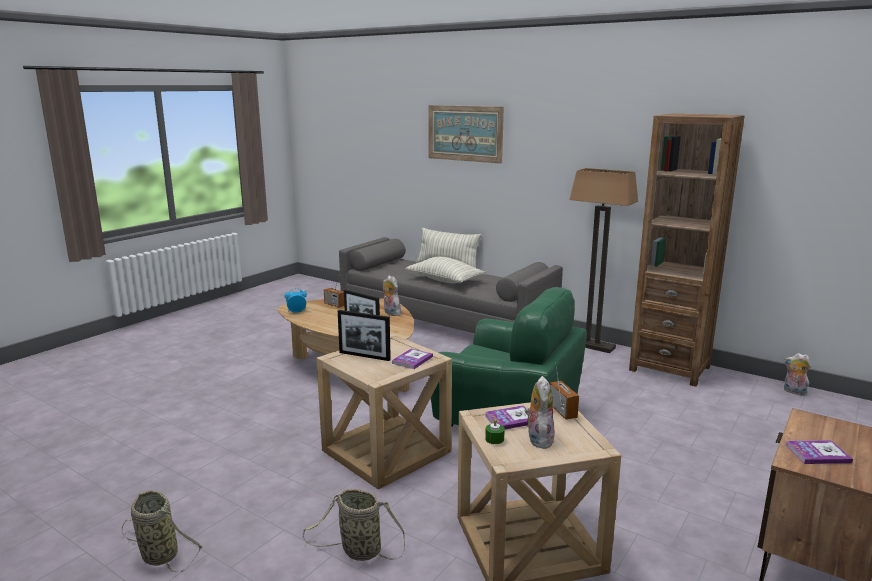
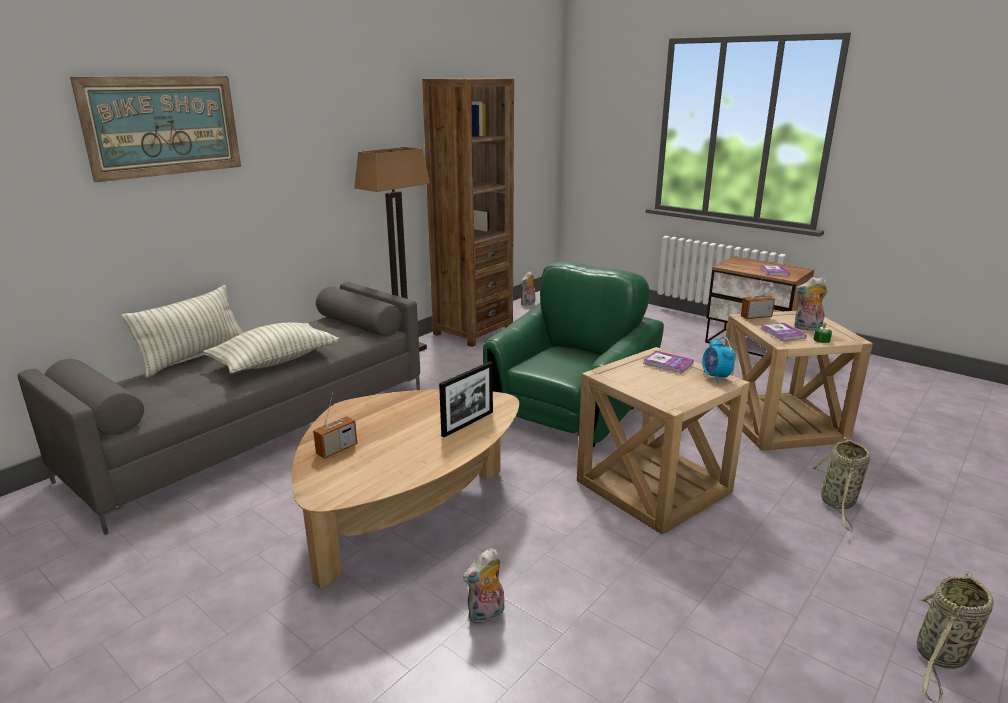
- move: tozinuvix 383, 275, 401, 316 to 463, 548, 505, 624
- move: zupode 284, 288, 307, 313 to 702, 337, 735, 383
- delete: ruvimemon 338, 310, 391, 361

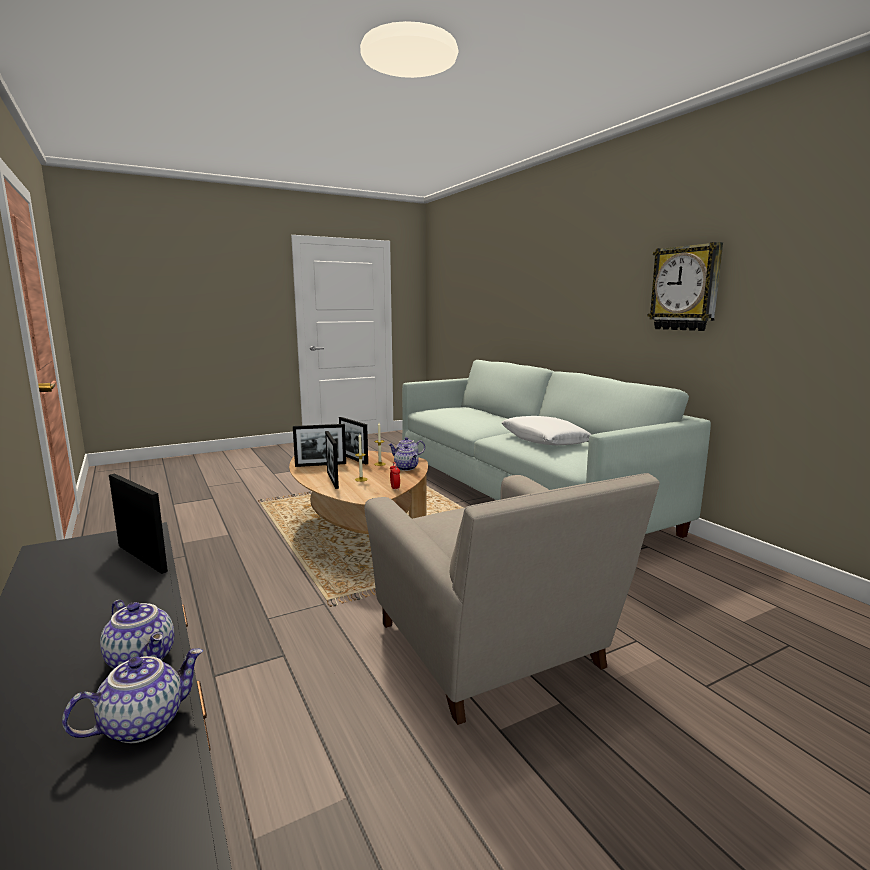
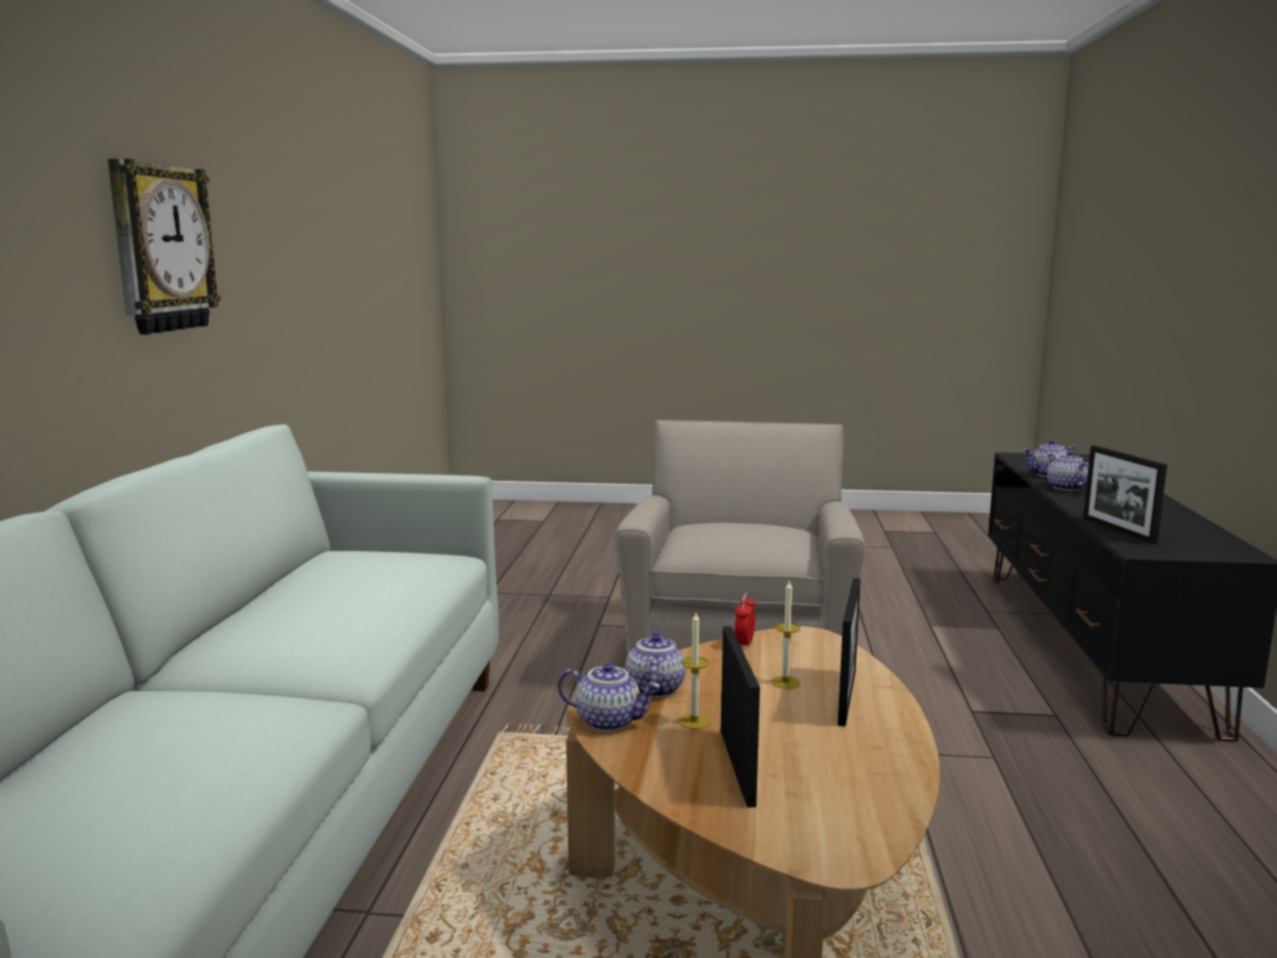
- delete: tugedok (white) 501, 416, 591, 445
- delete: ruvimemon 293, 424, 346, 467

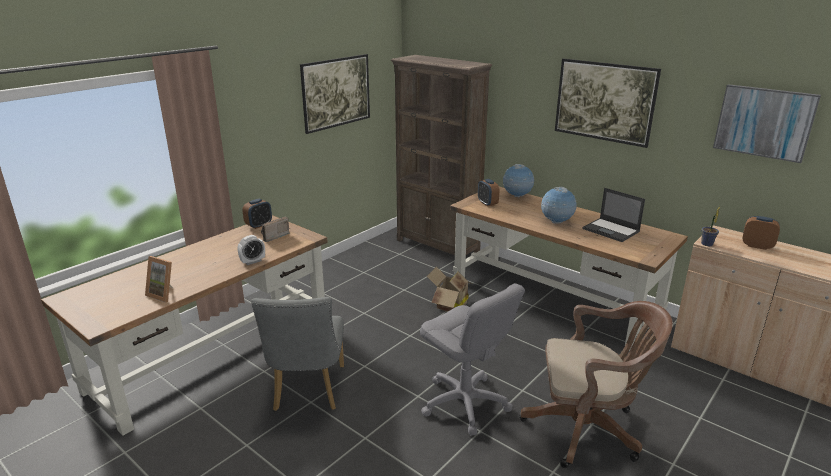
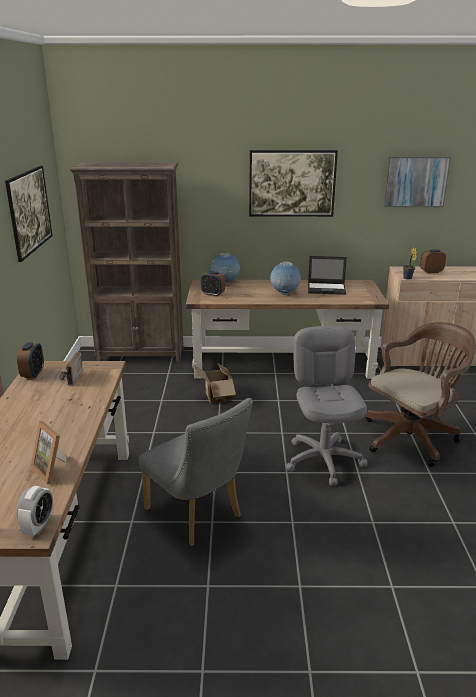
- move: zupode 237, 235, 265, 265 to 17, 486, 53, 536
- rotate: ruvimemon 145, 256, 173, 302 = 30, 421, 66, 484 60 degrees clockwise
- rotate: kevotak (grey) 420, 283, 525, 436 = 285, 326, 367, 486 105 degrees counterclockwise

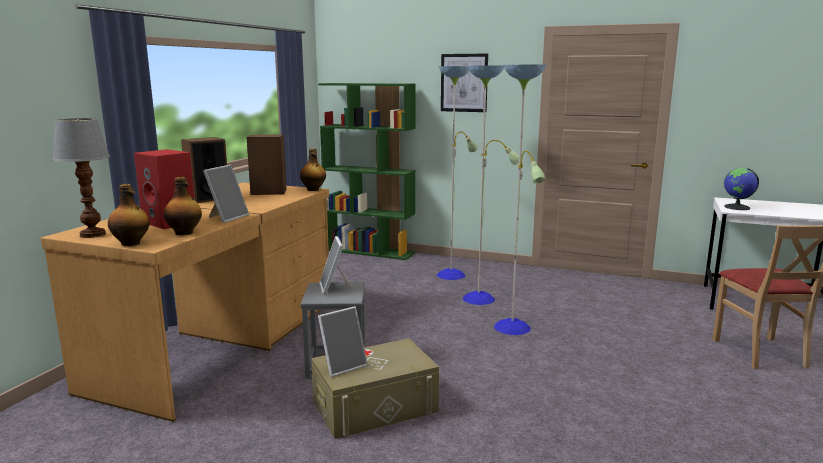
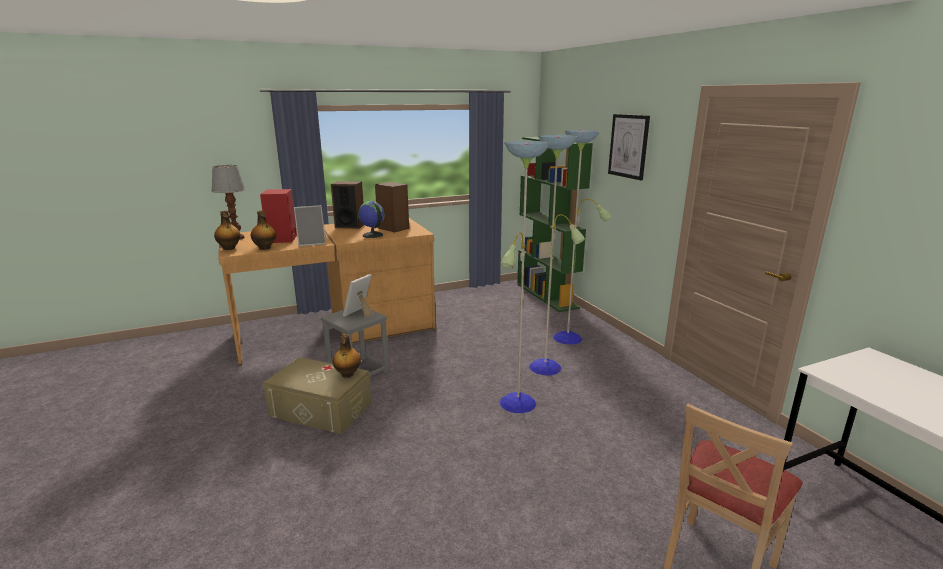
- move: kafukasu 300, 148, 326, 191 to 333, 334, 361, 378
- move: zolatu 724, 168, 759, 210 to 358, 201, 385, 238
- delete: ruvimemon 318, 306, 368, 377

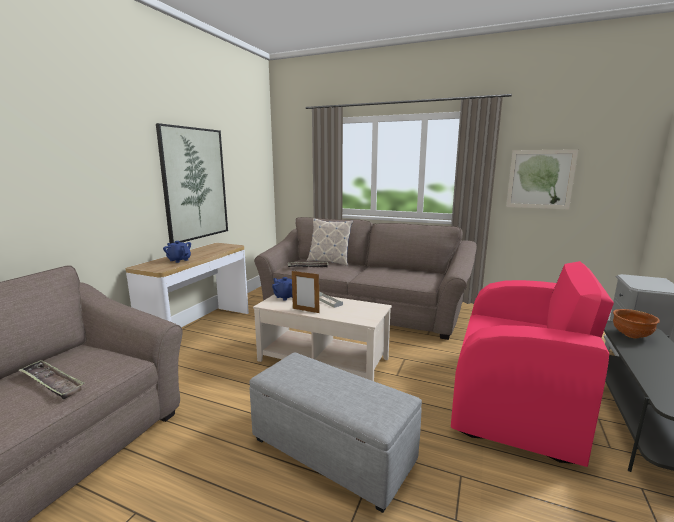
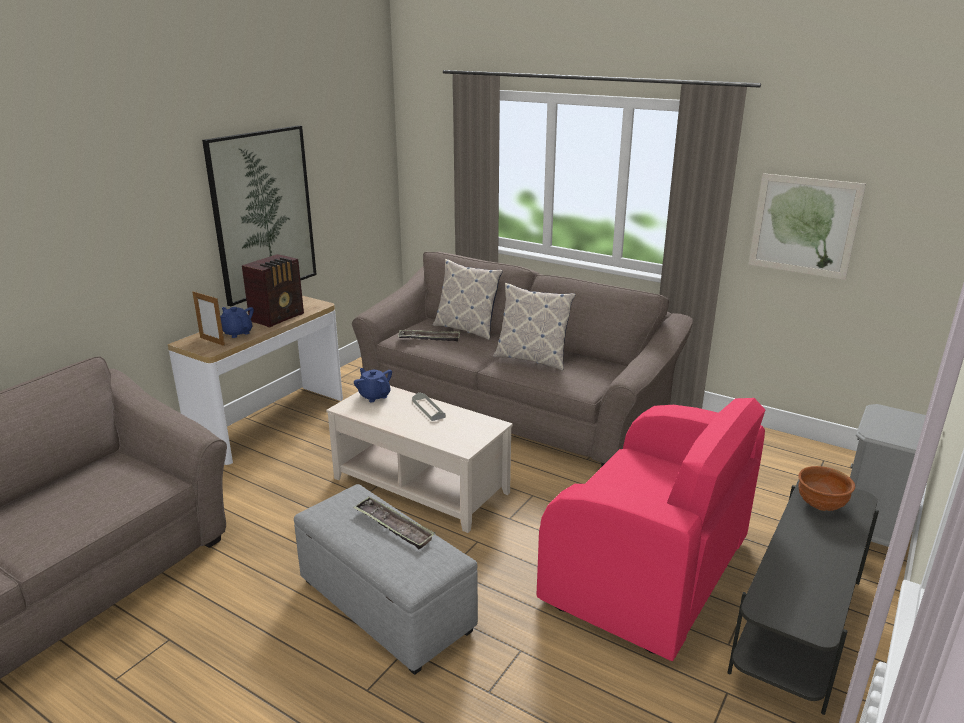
- move: ruvimemon 292, 271, 319, 313 to 192, 291, 225, 346
- move: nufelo 18, 360, 85, 400 to 353, 497, 436, 549
- insert: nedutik 242, 254, 304, 328
- insert: tugedok 493, 283, 576, 371

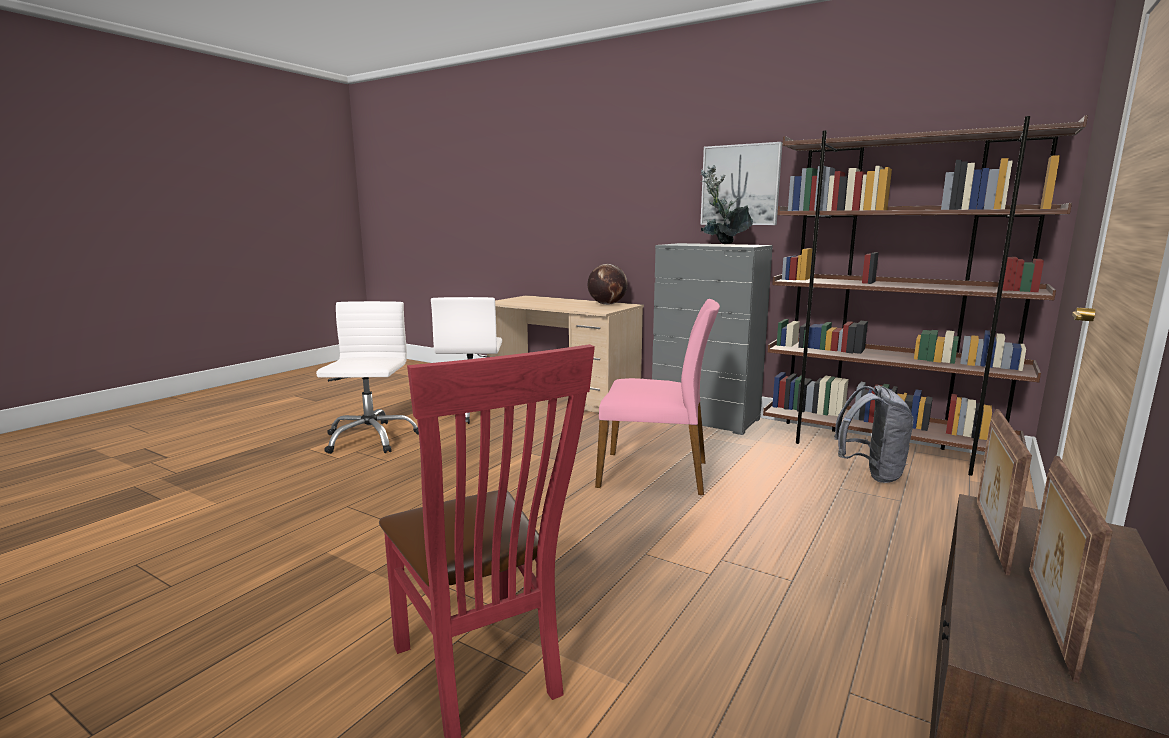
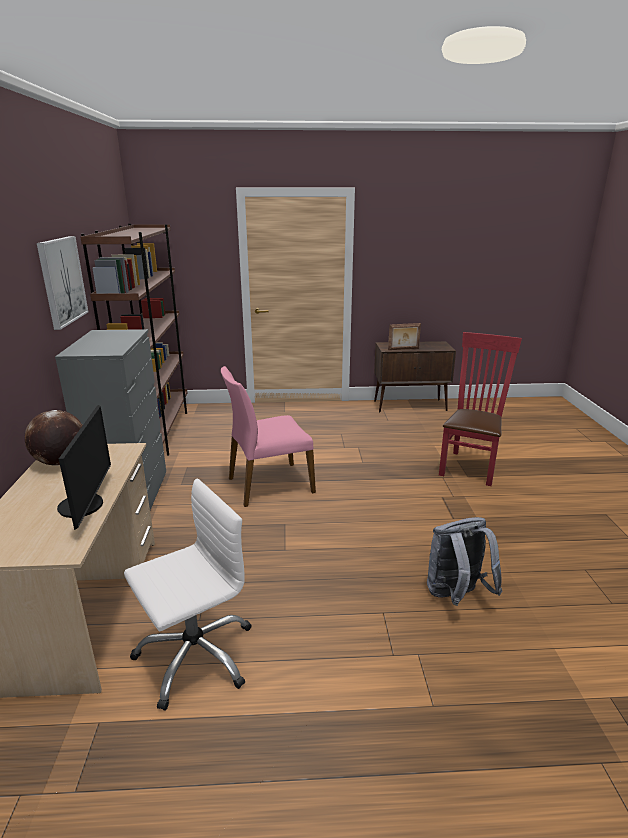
- delete: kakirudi 700, 165, 753, 244
- rotate: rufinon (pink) 595, 299, 720, 495 = 221, 366, 316, 507 90 degrees counterclockwise
- delete: kevotak (white) 316, 301, 419, 454
- move: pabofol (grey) 834, 385, 914, 483 to 427, 517, 502, 606
- delete: ruvimemon 1029, 456, 1113, 683
- insert: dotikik 57, 405, 111, 530

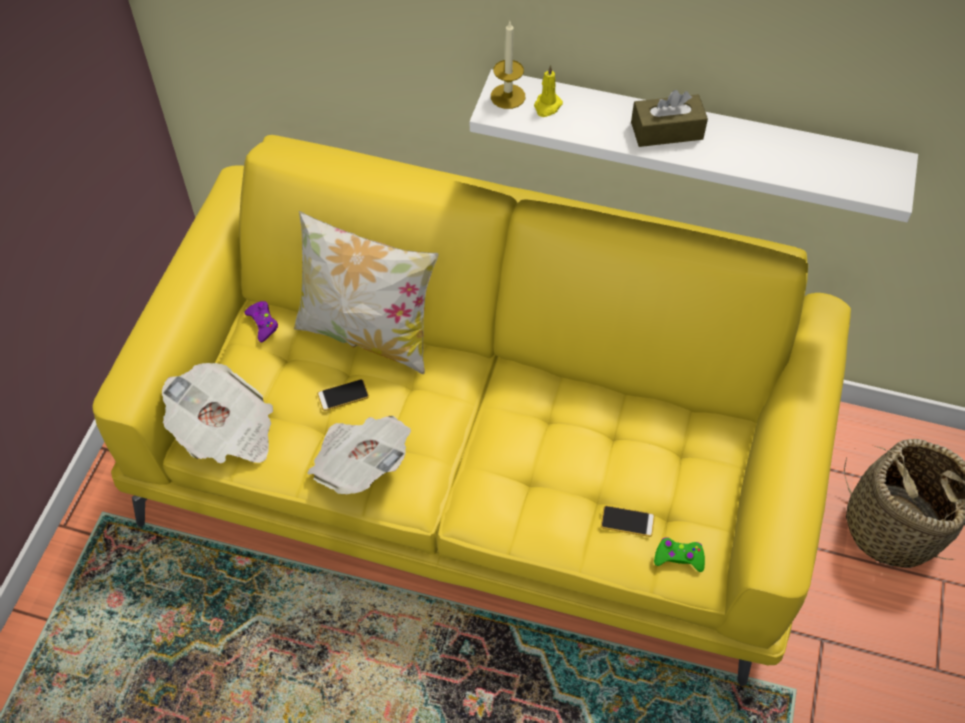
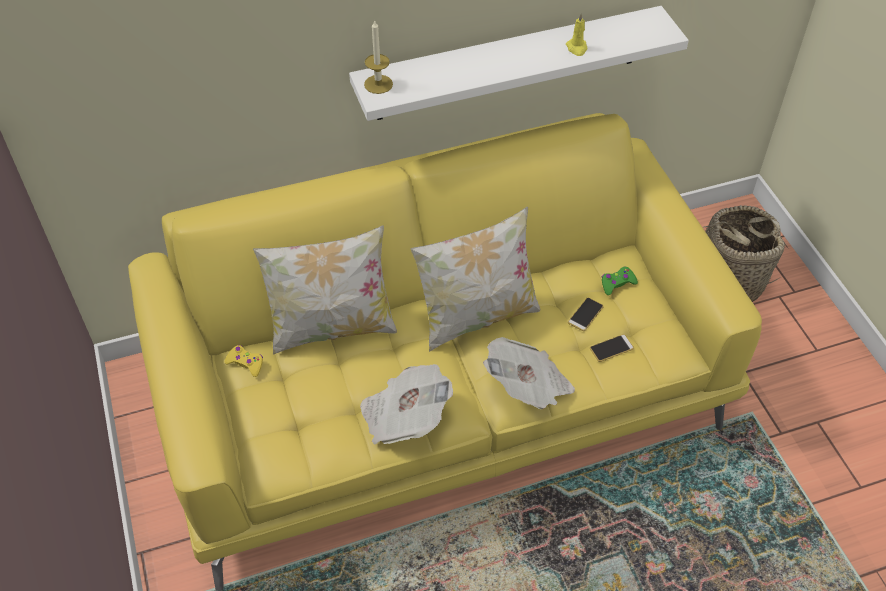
- move: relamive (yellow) 534, 65, 563, 117 to 566, 14, 587, 56
- delete: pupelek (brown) 631, 90, 708, 147
- recolor: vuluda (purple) 244, 301, 278, 342 to vuluda (yellow) 225, 345, 263, 377
- move: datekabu 162, 363, 273, 464 to 483, 337, 575, 409
- move: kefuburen 317, 379, 369, 411 to 568, 298, 604, 331
- move: vuluda (green) 654, 537, 705, 572 to 602, 267, 638, 295
- insert: tugedok 410, 207, 540, 352

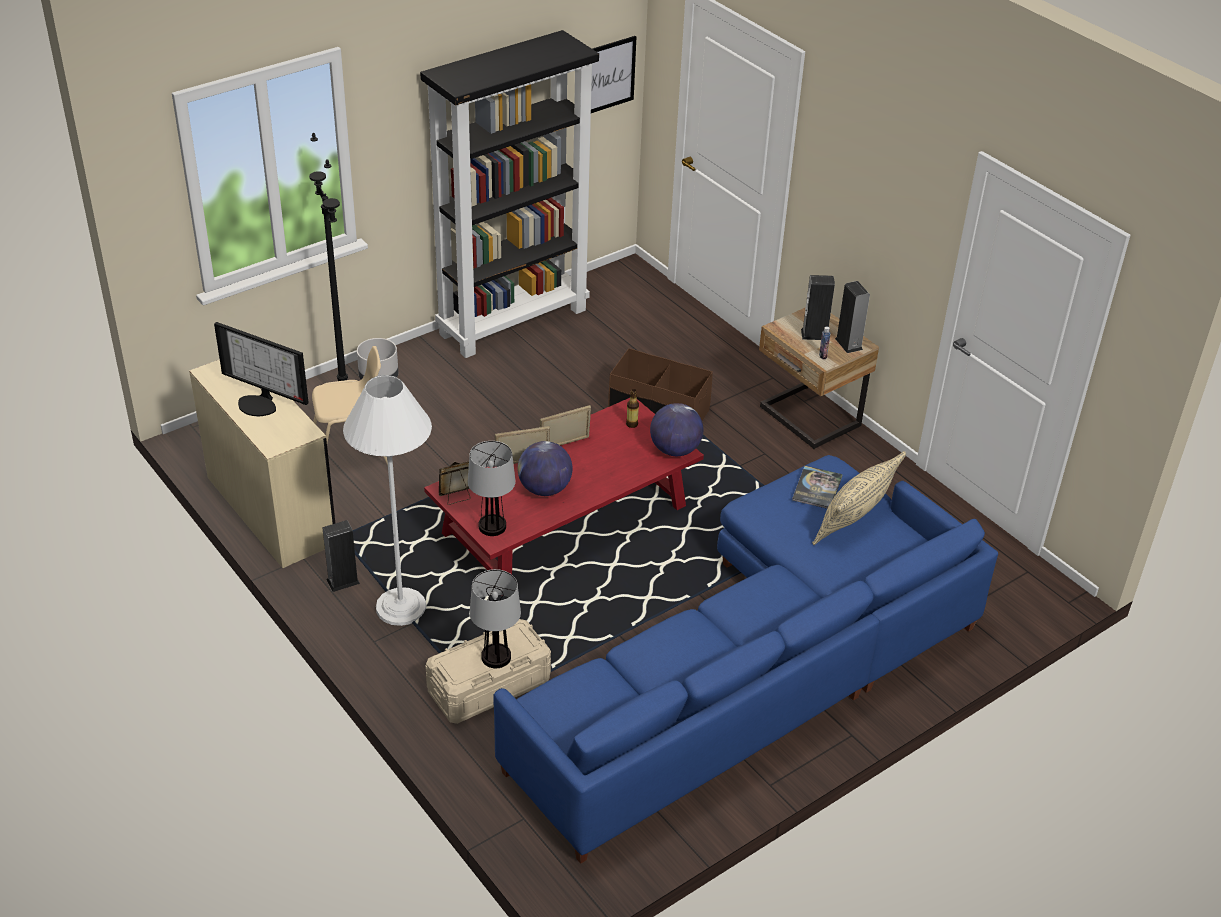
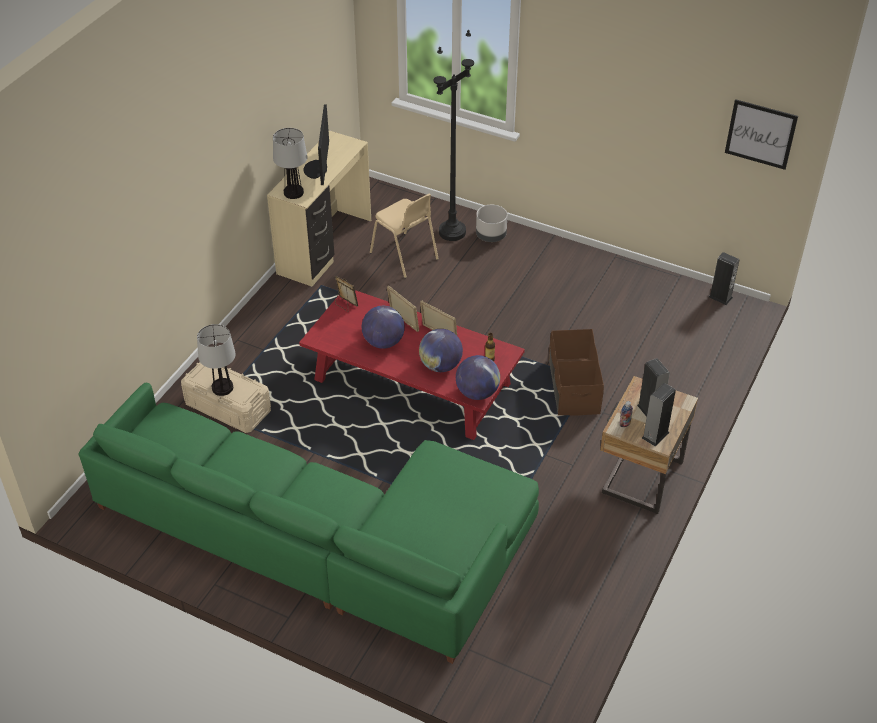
- delete: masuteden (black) 420, 30, 599, 358
- delete: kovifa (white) 343, 375, 432, 626
- move: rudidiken 468, 441, 516, 536 to 273, 128, 307, 199
- delete: tugedok (beige) 812, 451, 906, 545
- recolor: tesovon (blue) 493, 455, 998, 864 to tesovon (green) 78, 383, 539, 664
- delete: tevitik 792, 466, 843, 509
- move: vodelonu 322, 520, 360, 592 to 709, 252, 740, 305
- insert: zolatu 419, 329, 463, 372

